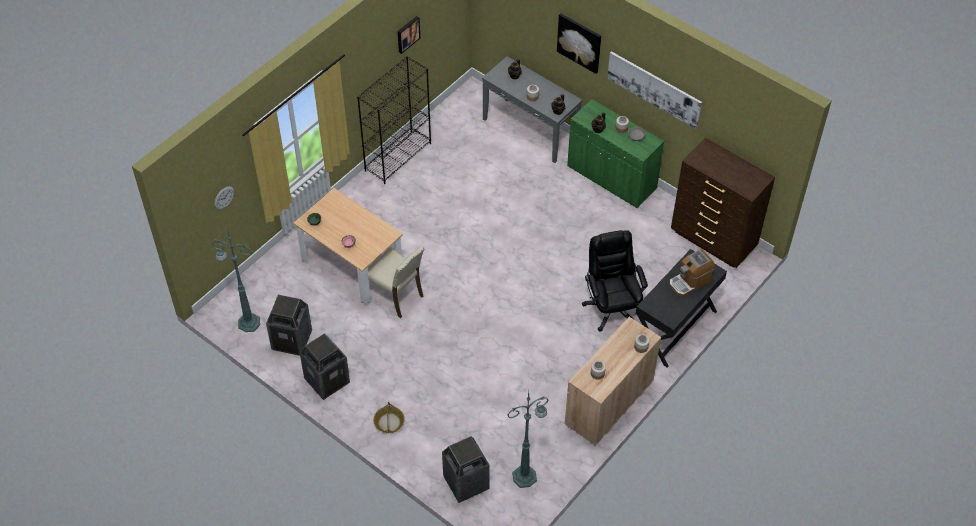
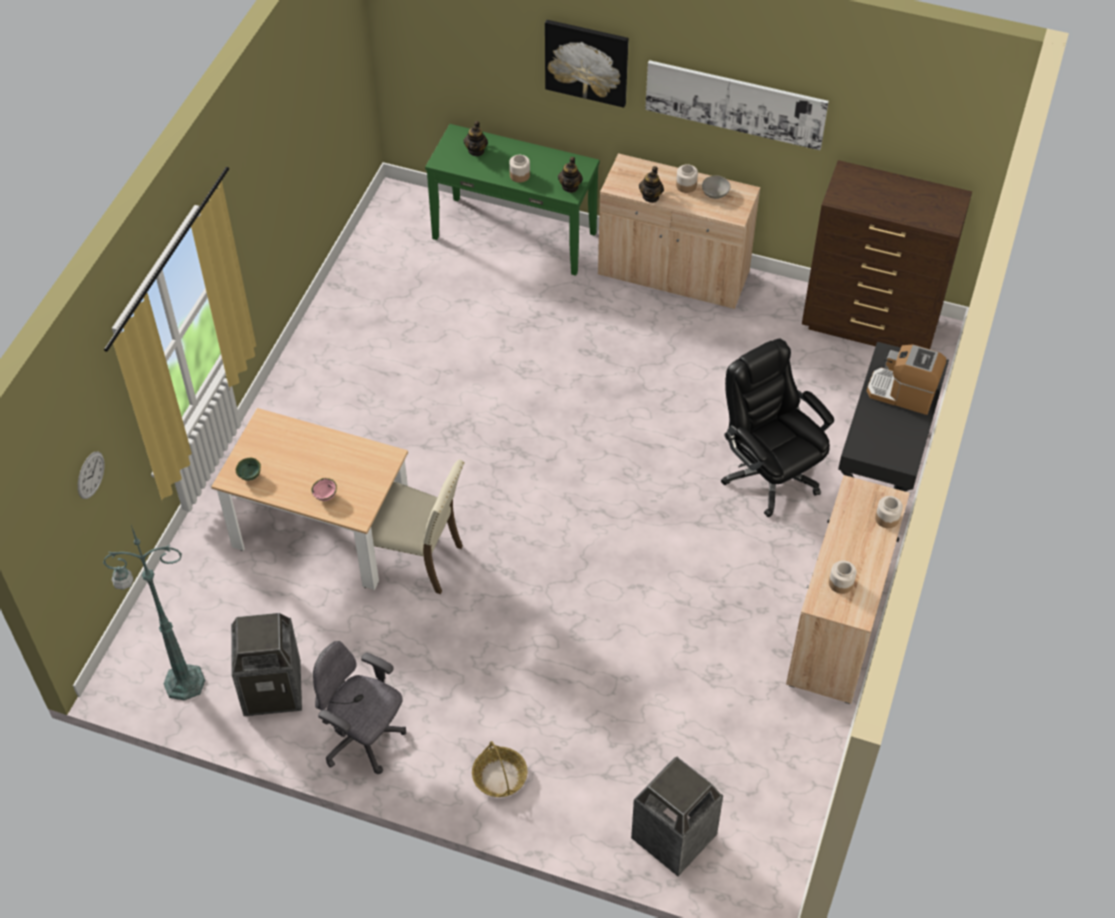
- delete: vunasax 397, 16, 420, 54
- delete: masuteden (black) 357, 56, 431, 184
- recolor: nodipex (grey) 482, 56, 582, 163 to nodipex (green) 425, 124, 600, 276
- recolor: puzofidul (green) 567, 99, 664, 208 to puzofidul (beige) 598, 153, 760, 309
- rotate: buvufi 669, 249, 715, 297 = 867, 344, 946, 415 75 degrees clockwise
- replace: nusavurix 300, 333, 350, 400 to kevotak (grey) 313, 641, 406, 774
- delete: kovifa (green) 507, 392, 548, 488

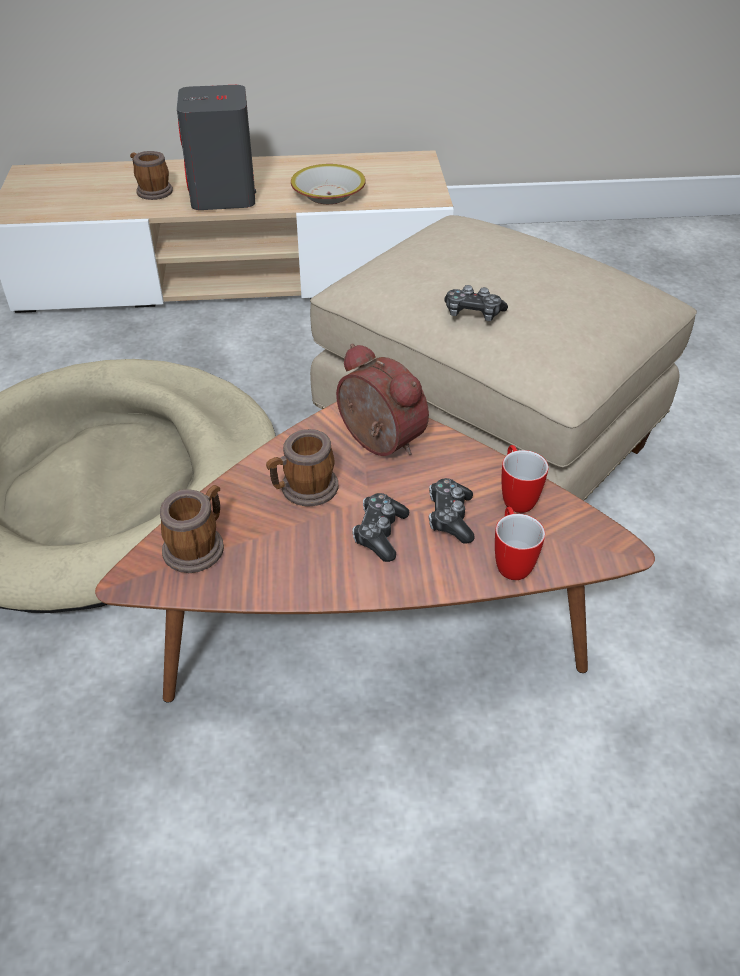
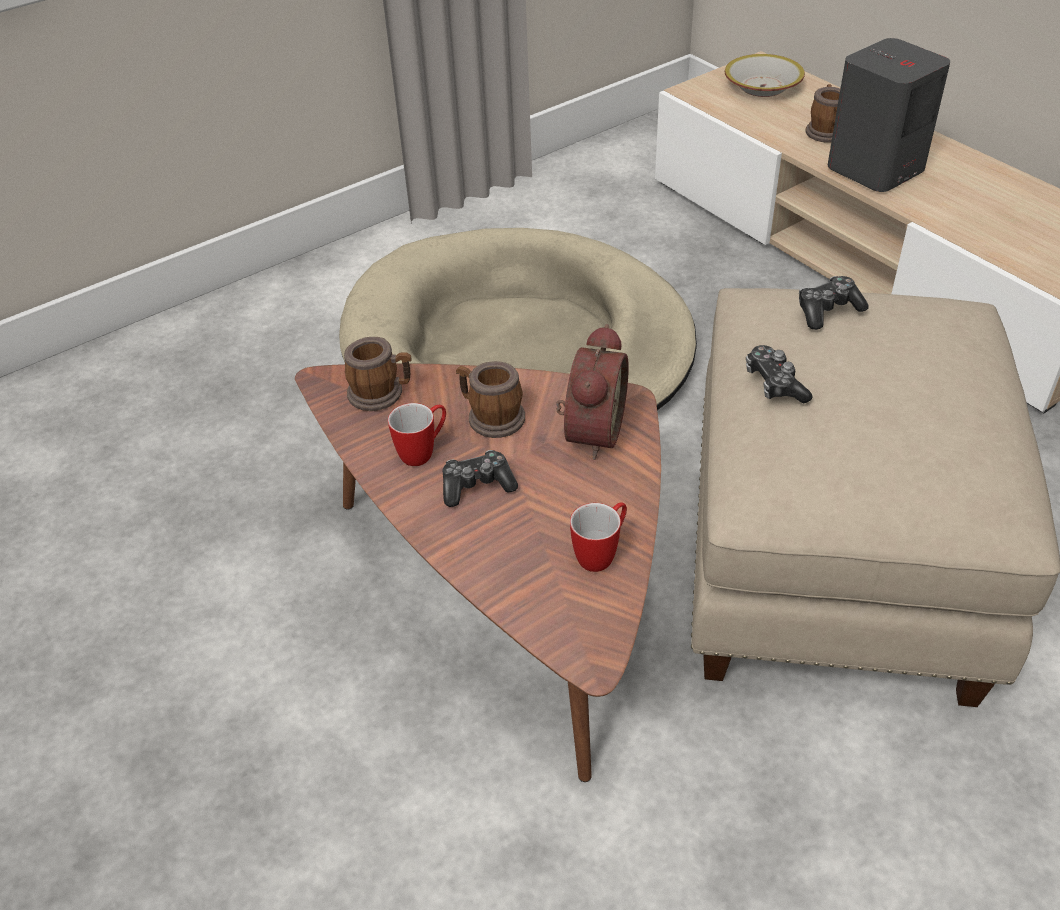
- move: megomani 291, 164, 366, 204 to 725, 54, 805, 97
- move: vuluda 429, 478, 475, 544 to 799, 276, 869, 330
- move: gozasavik 495, 507, 545, 580 to 388, 403, 446, 466

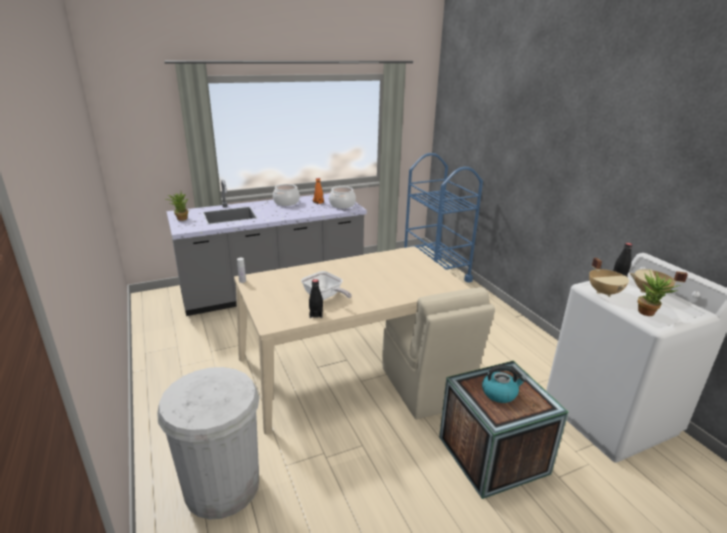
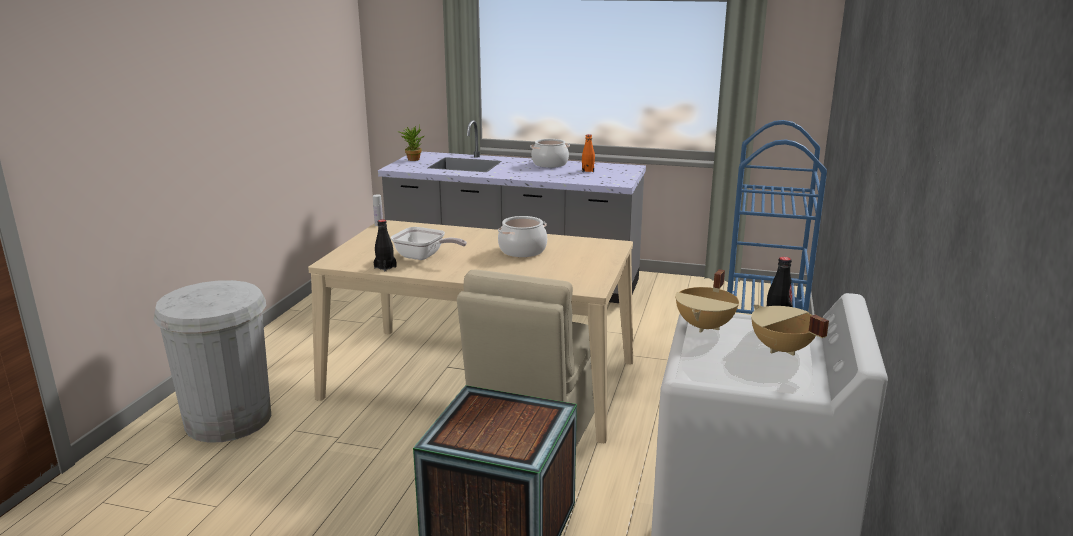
- move: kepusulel 329, 186, 356, 209 to 498, 216, 547, 257
- delete: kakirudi 638, 270, 680, 316
- rotate: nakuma 301, 271, 352, 300 = 391, 227, 467, 260 60 degrees counterclockwise
- delete: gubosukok 482, 365, 526, 403

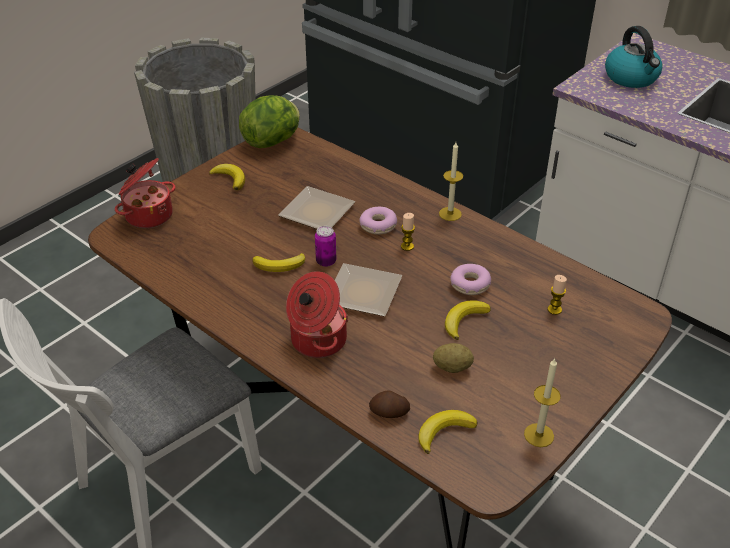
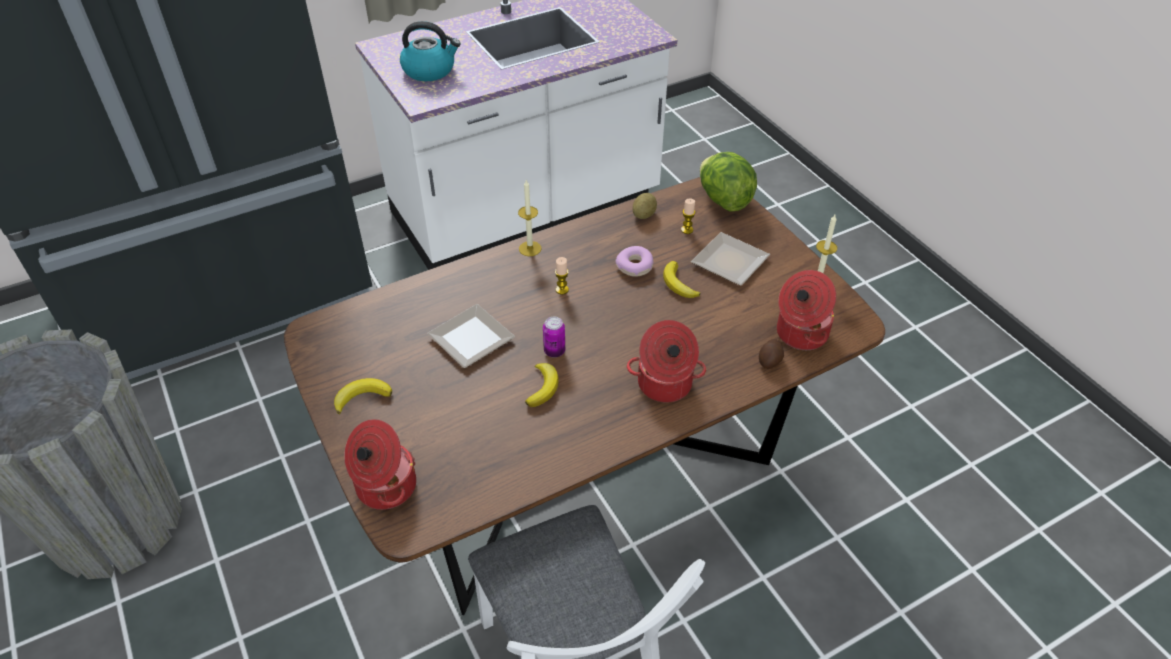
- move: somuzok 239, 95, 300, 148 to 700, 152, 757, 212
- delete: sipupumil 359, 207, 397, 235
- move: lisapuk 335, 263, 402, 316 to 691, 232, 770, 286
- move: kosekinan 433, 343, 474, 373 to 633, 193, 657, 219
- replace: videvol 418, 410, 478, 454 to kepusulel 777, 270, 836, 350

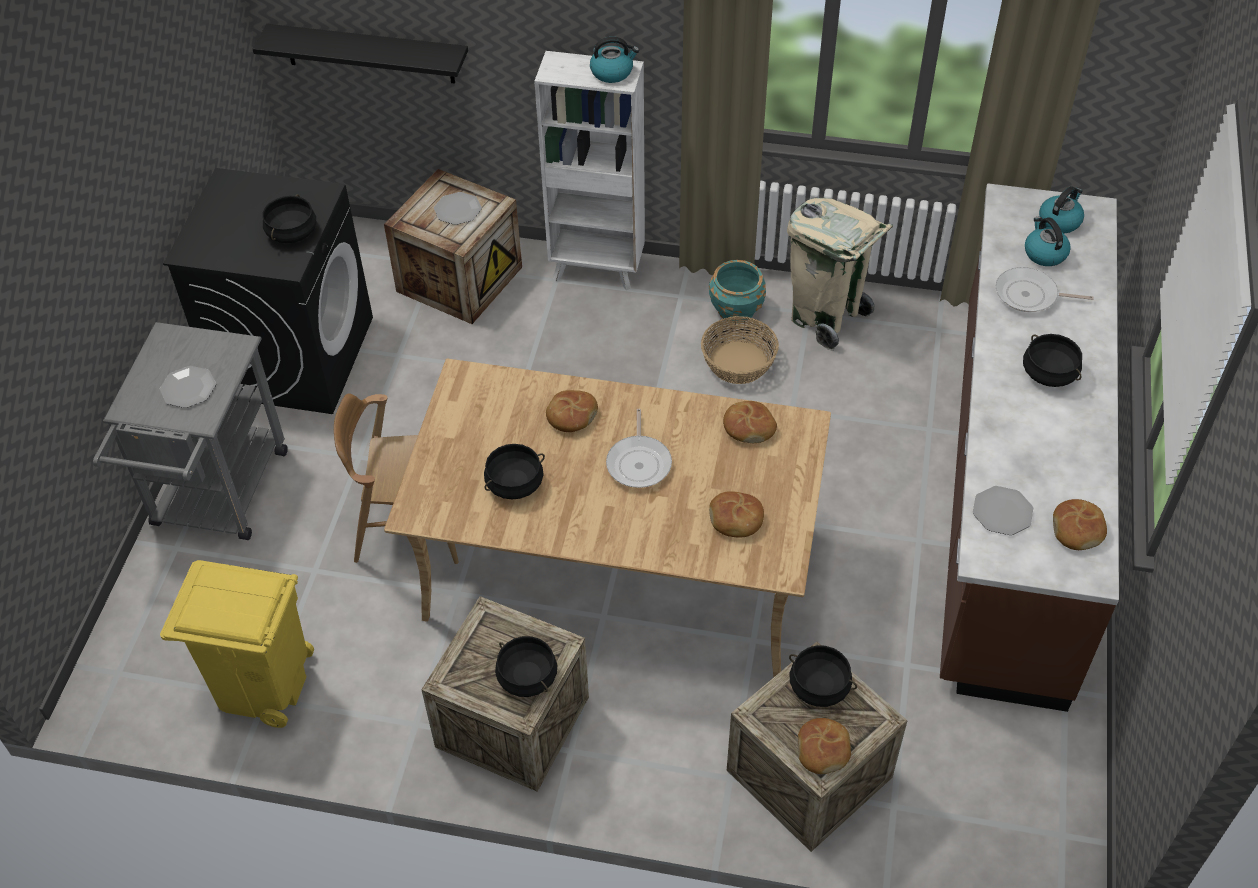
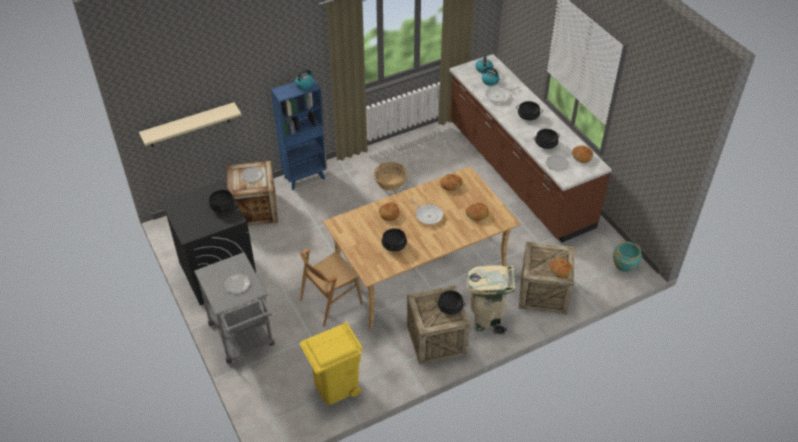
- recolor: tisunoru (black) 253, 24, 468, 84 to tisunoru (beige) 139, 102, 242, 147
- recolor: masuteden (white) 534, 51, 645, 291 to masuteden (blue) 271, 78, 327, 190
- move: nusavurix (beige) 787, 198, 893, 351 to 467, 265, 515, 335
- move: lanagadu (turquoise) 709, 260, 766, 323 to 613, 242, 642, 272
- move: kepusulel (black) 789, 645, 857, 707 to 534, 129, 560, 149

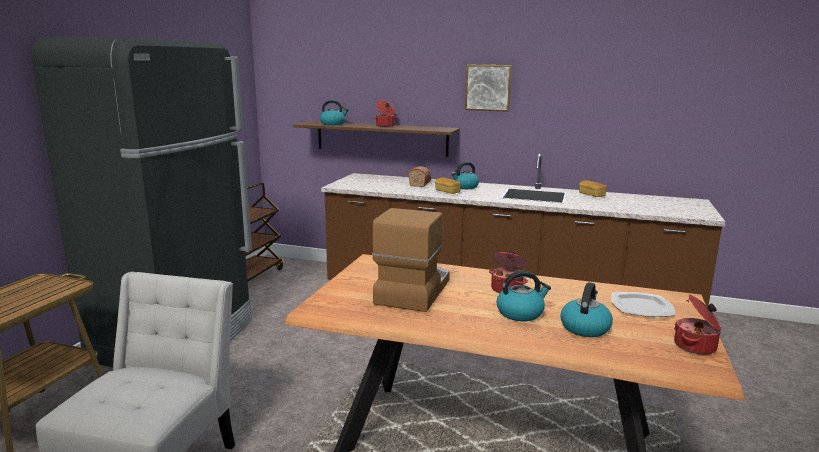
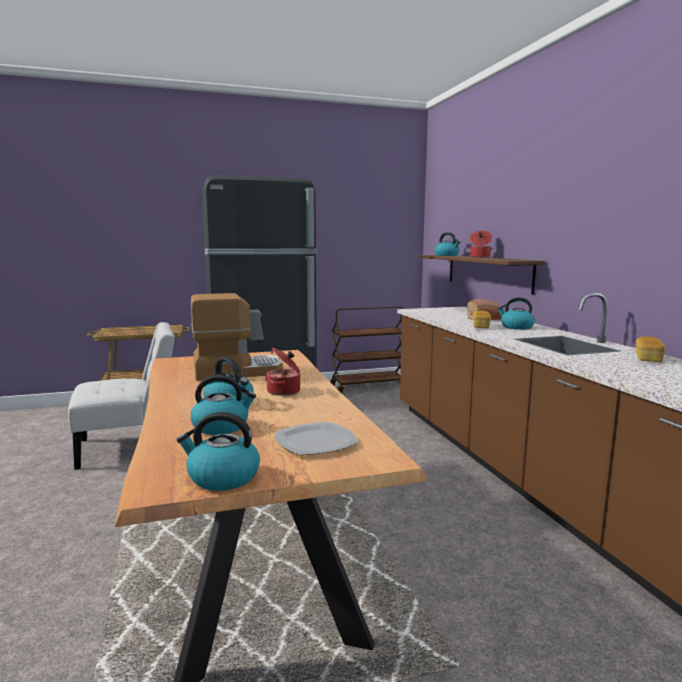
- delete: vunasax 465, 65, 512, 112
- replace: kepusulel 674, 295, 721, 355 to gubosukok 177, 412, 260, 491

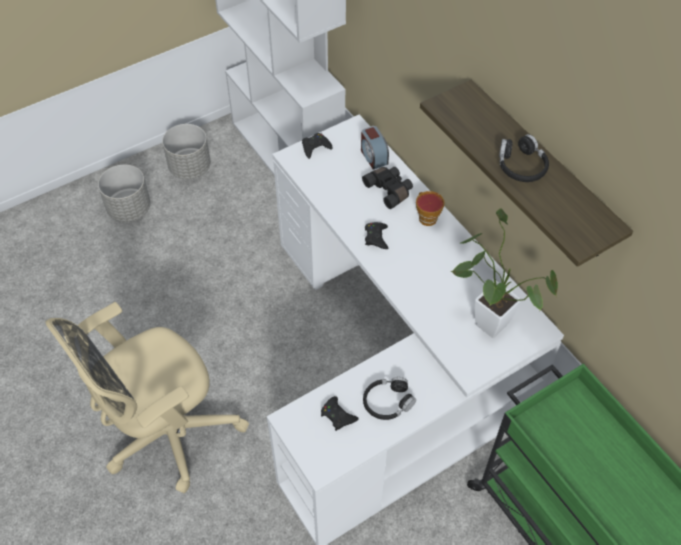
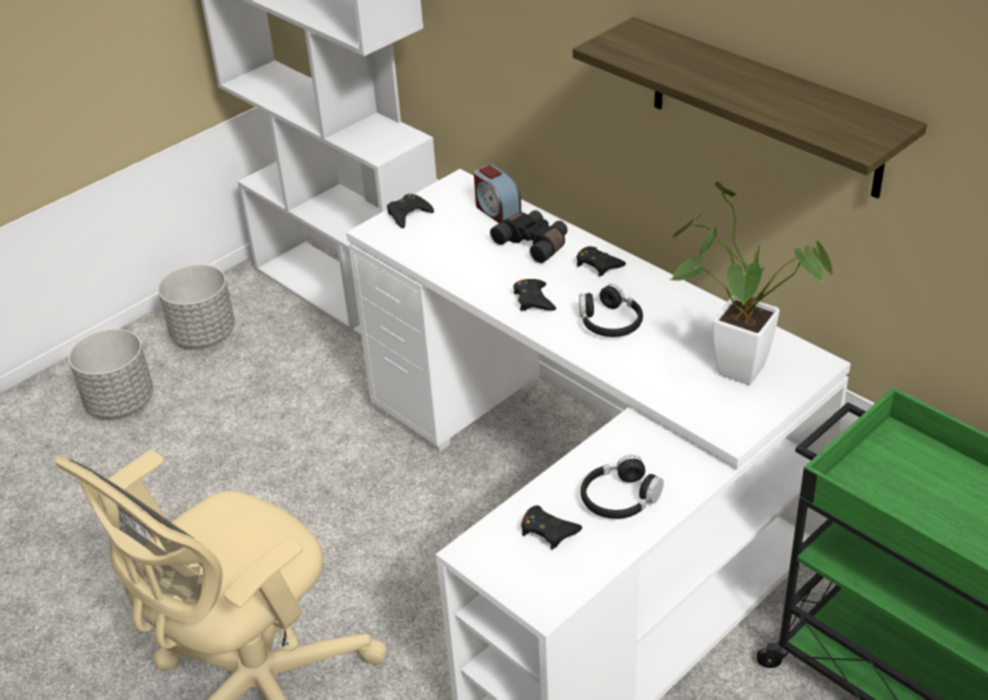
- move: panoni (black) 499, 134, 549, 182 to 579, 284, 643, 337
- replace: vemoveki 416, 191, 445, 226 to vuluda (black) 577, 246, 626, 277

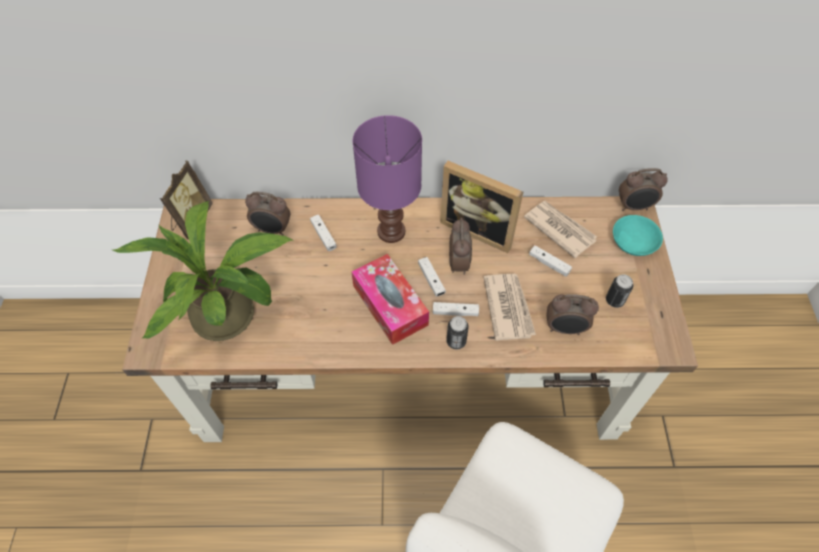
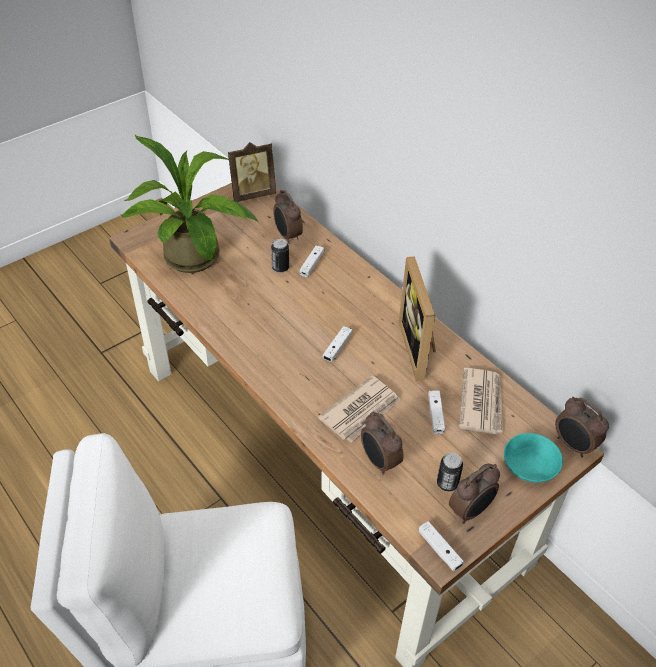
- delete: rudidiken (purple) 353, 115, 422, 243
- move: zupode 449, 218, 472, 275 to 449, 464, 500, 524
- delete: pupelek 351, 254, 429, 345
- move: vuluda (white) 433, 302, 479, 316 to 418, 521, 464, 571
- move: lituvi 446, 316, 469, 350 to 271, 239, 289, 273

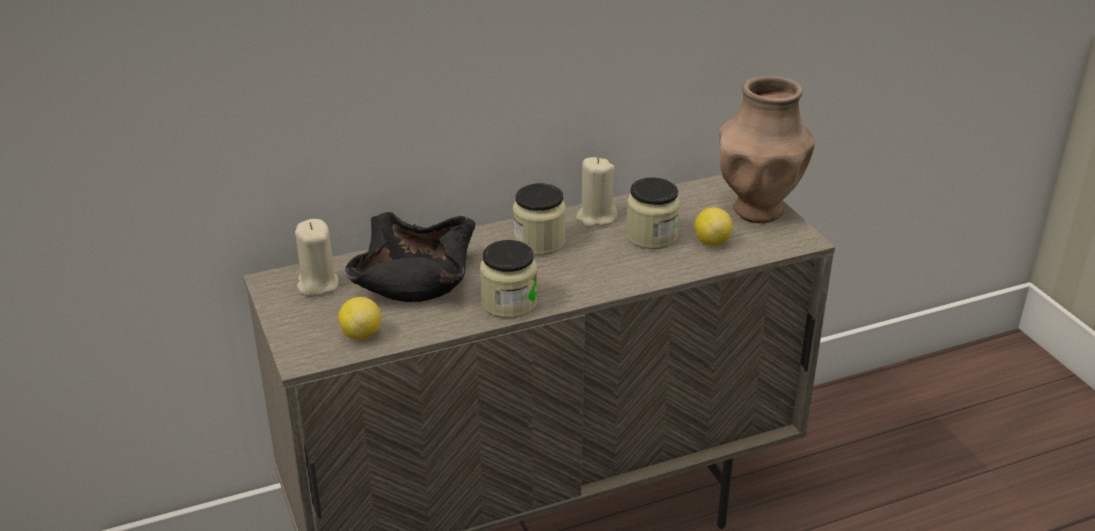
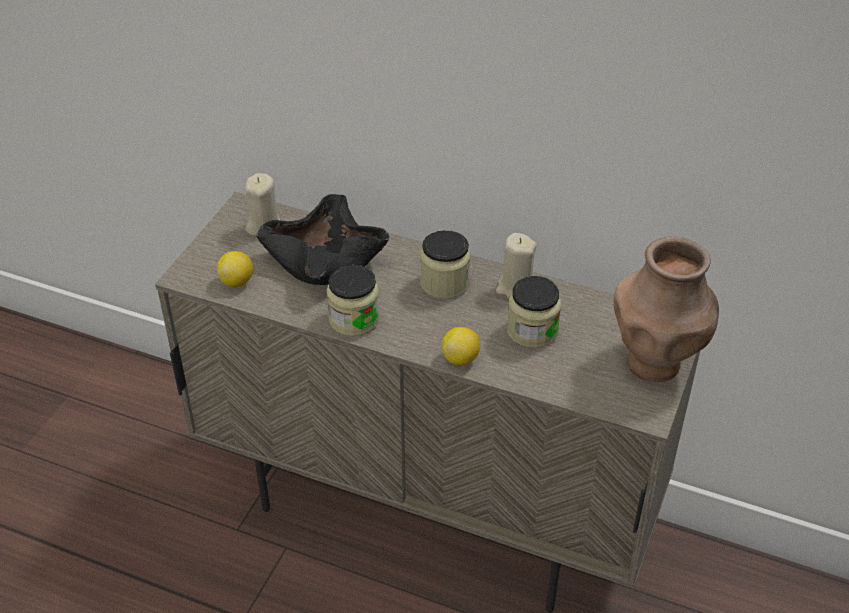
- move: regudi 694, 207, 732, 246 to 442, 327, 480, 365

